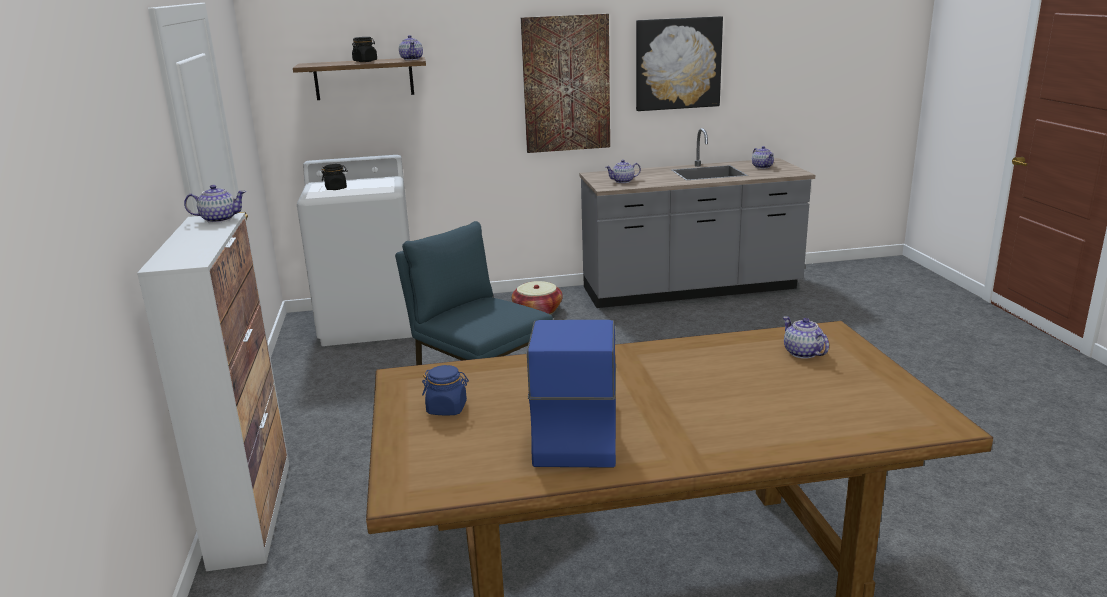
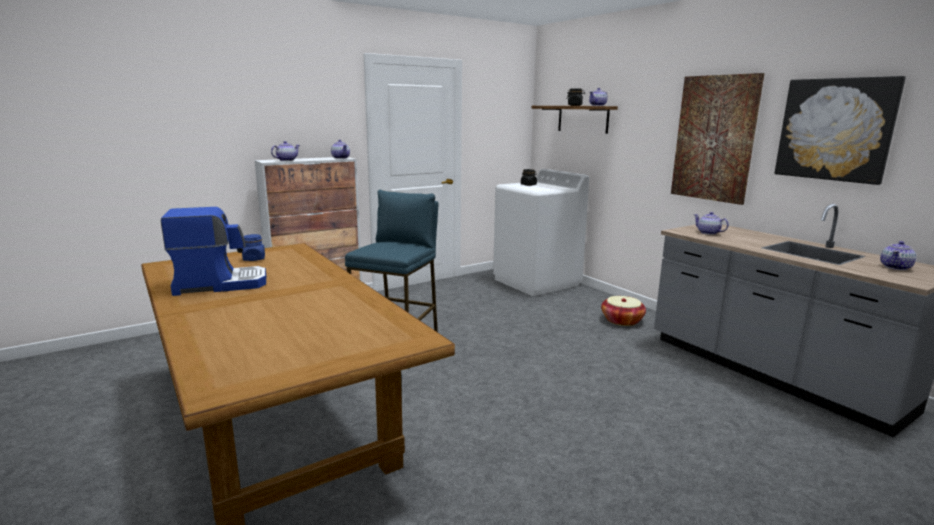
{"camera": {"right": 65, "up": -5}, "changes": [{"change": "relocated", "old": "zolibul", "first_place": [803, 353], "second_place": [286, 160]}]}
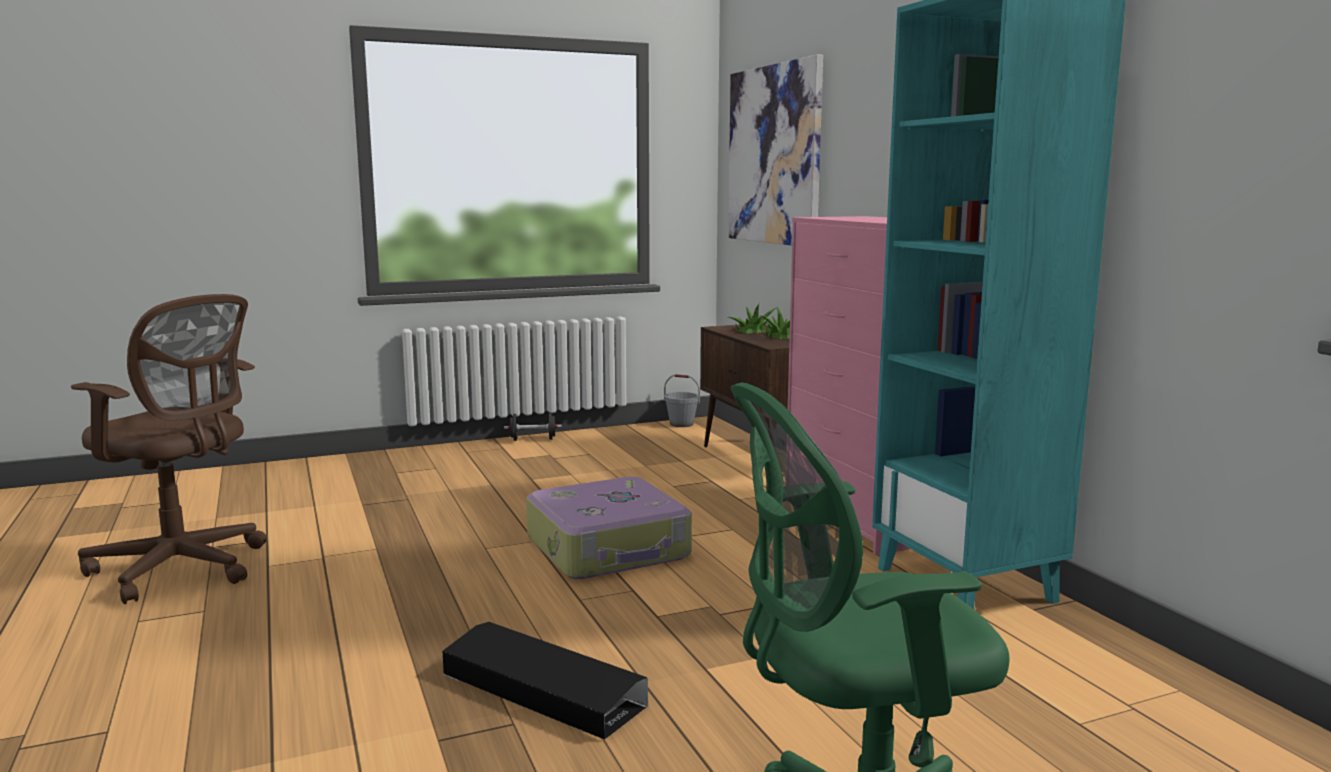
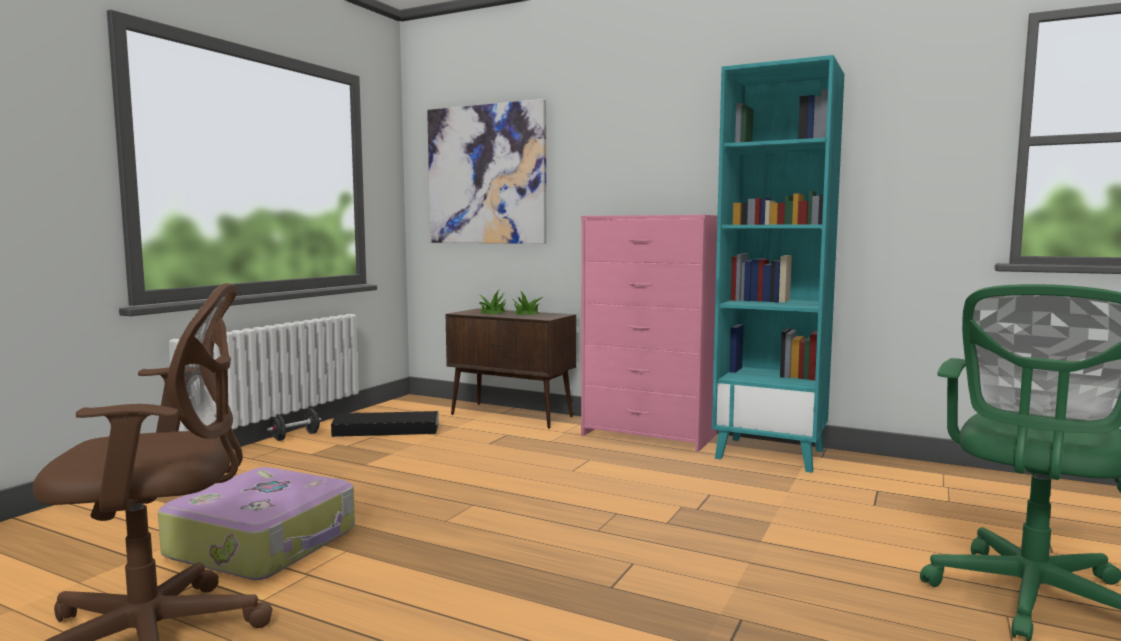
{"camera": {"right": -40, "up": -5}, "changes": [{"change": "relocated", "old": "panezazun", "first_place": [609, 548], "second_place": [265, 542]}, {"change": "relocated", "old": "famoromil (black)", "first_place": [542, 690], "second_place": [386, 431]}, {"change": "missing", "old": "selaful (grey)", "first_place": [681, 424]}]}
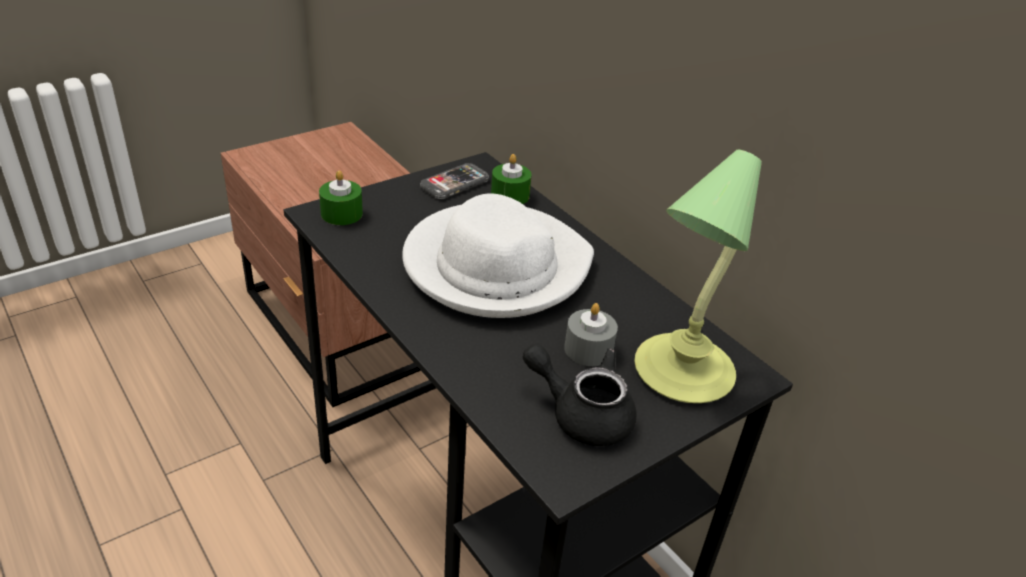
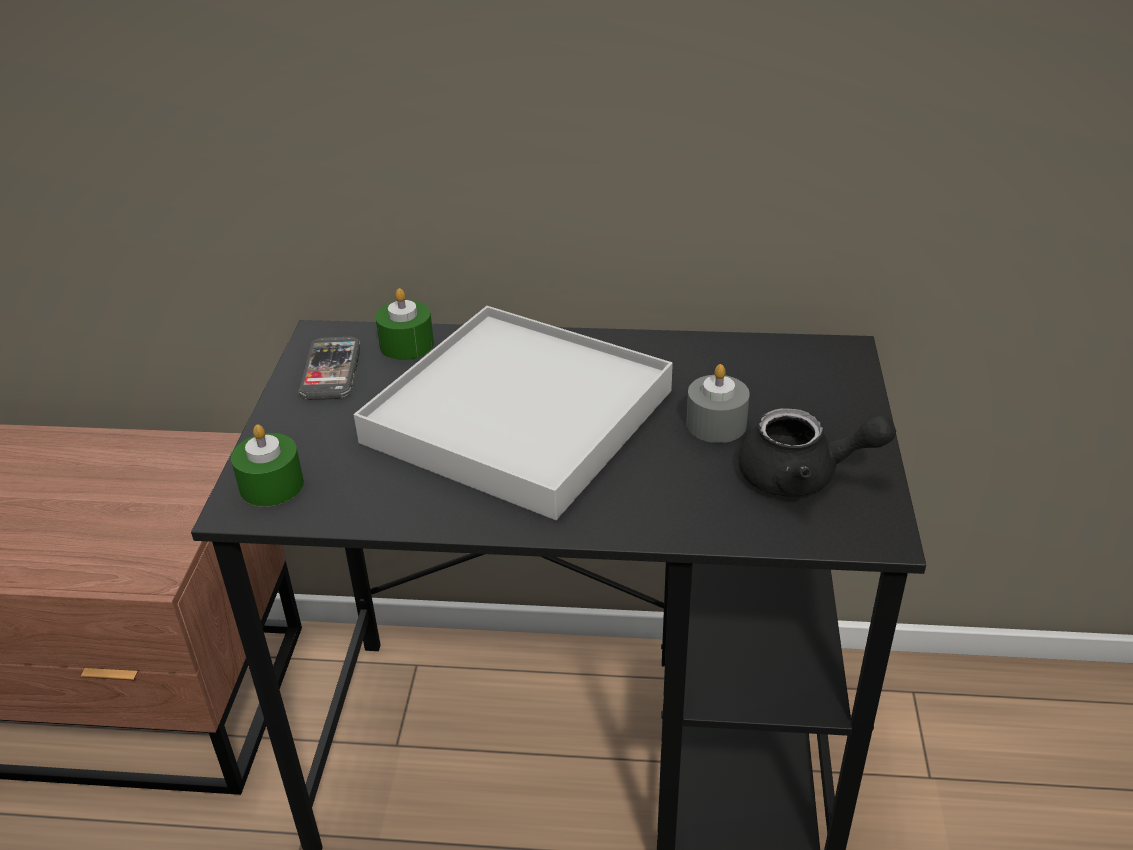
{"camera": {"right": -45, "up": 0}, "changes": [{"change": "exchanged", "old": "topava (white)", "new": "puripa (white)", "first_place": [495, 266], "second_place": [517, 417]}, {"change": "spun", "old": "zolibul (black)", "first_place": [582, 413], "second_place": [802, 476], "degrees": -150}, {"change": "missing", "old": "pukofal", "first_place": [680, 372]}]}
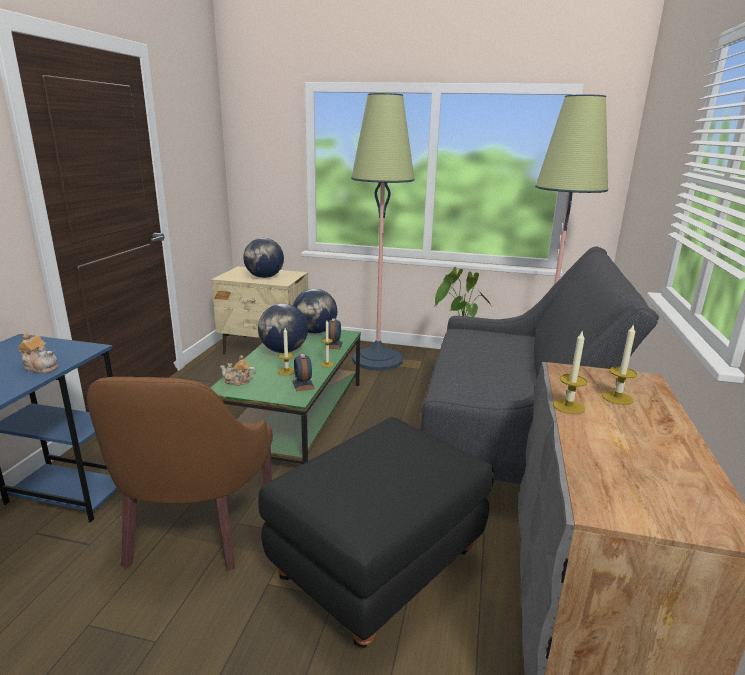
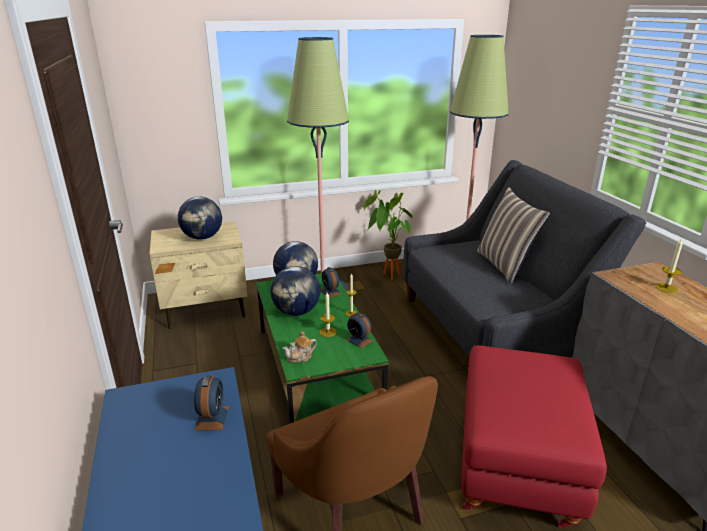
{"camera": {"right": -30, "up": 5}, "changes": [{"change": "exchanged", "old": "zolibul", "new": "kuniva", "first_place": [41, 367], "second_place": [212, 418]}, {"change": "colour", "old": "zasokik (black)", "new": "zasokik (red)", "first_place": [378, 571], "second_place": [517, 469]}, {"change": "appeared", "new": "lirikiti", "second_place": [505, 266]}, {"change": "missing", "old": "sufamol", "first_place": [568, 406]}]}
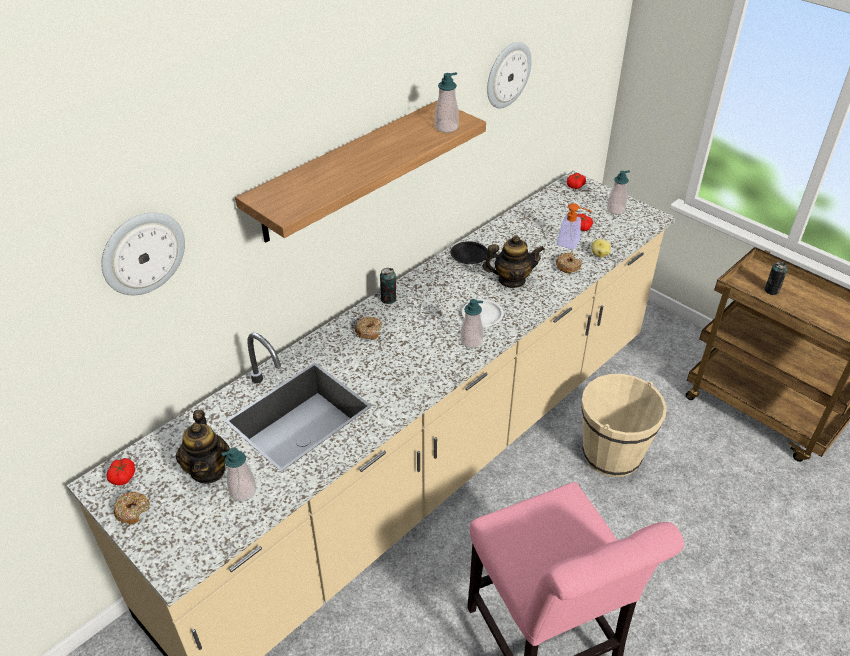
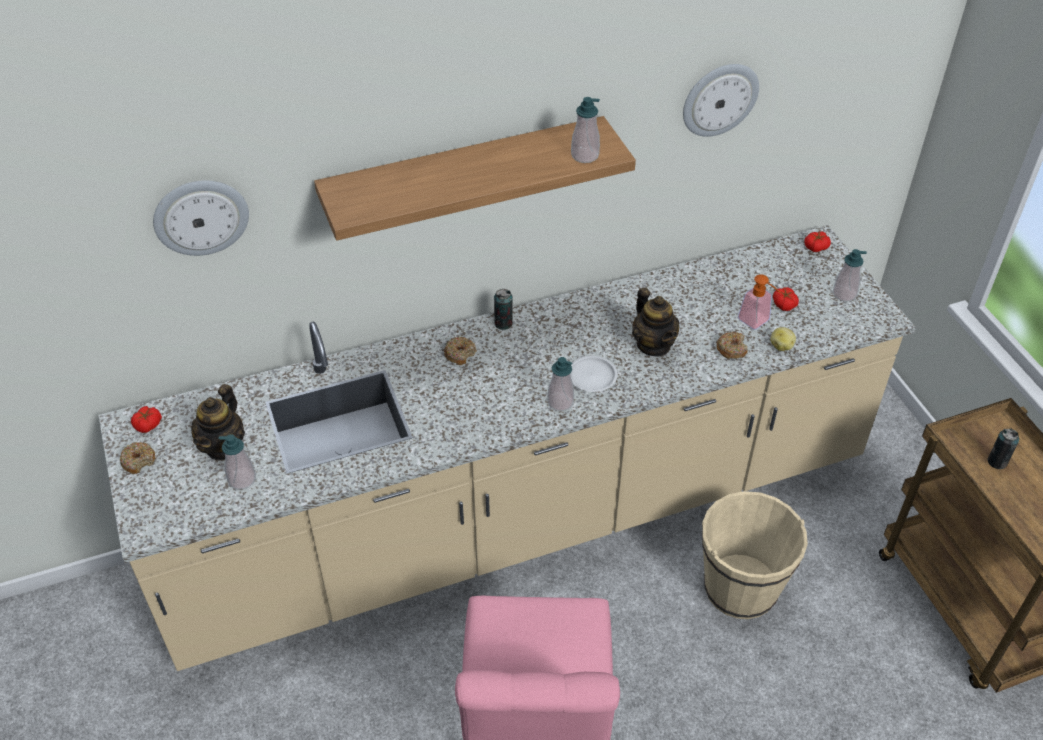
{"camera": {"right": 25, "up": 5}, "changes": [{"change": "spun", "old": "zolibul", "first_place": [511, 280], "second_place": [653, 345], "degrees": 45}, {"change": "missing", "old": "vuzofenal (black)", "first_place": [468, 255]}]}
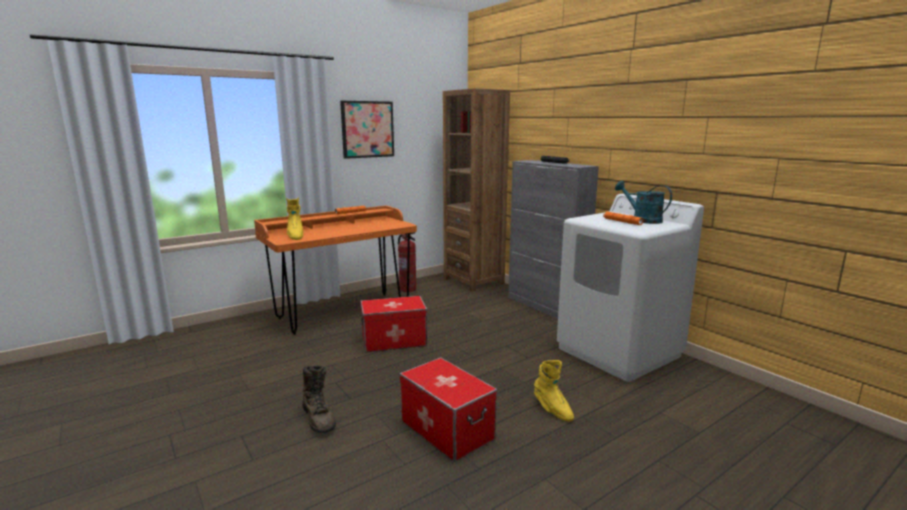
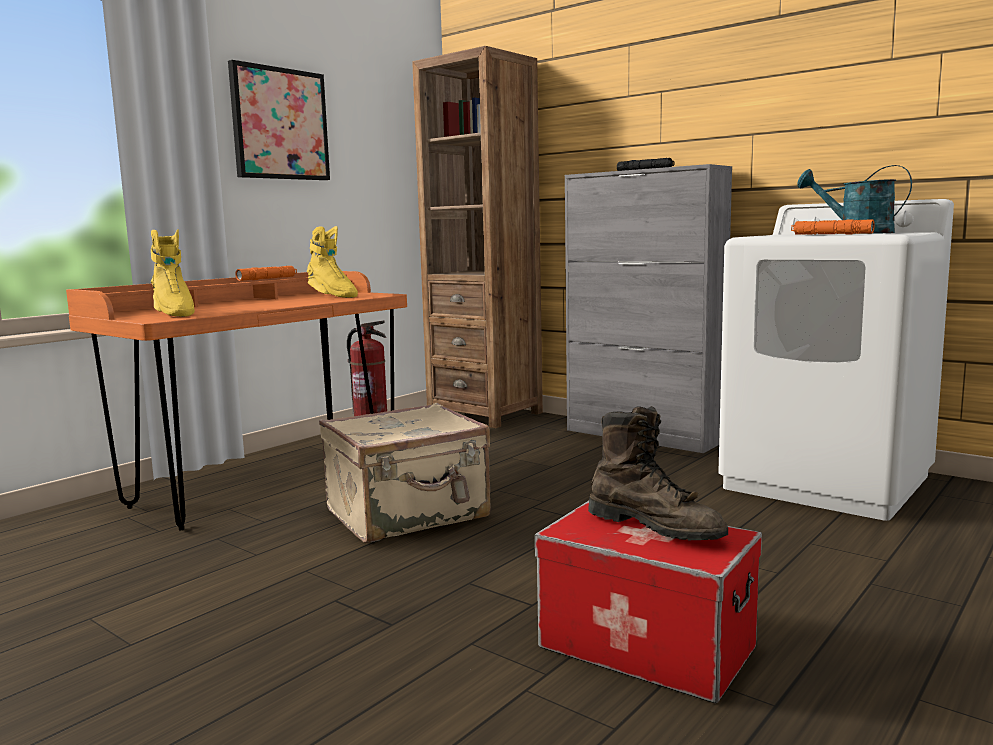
{"camera": {"right": -15, "up": -5}, "changes": [{"change": "relocated", "old": "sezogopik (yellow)", "first_place": [552, 409], "second_place": [332, 296]}, {"change": "exchanged", "old": "famoromil", "new": "panezazun (beige)", "first_place": [394, 341], "second_place": [408, 514]}, {"change": "relocated", "old": "sezogopik (brown)", "first_place": [319, 418], "second_place": [656, 527]}]}
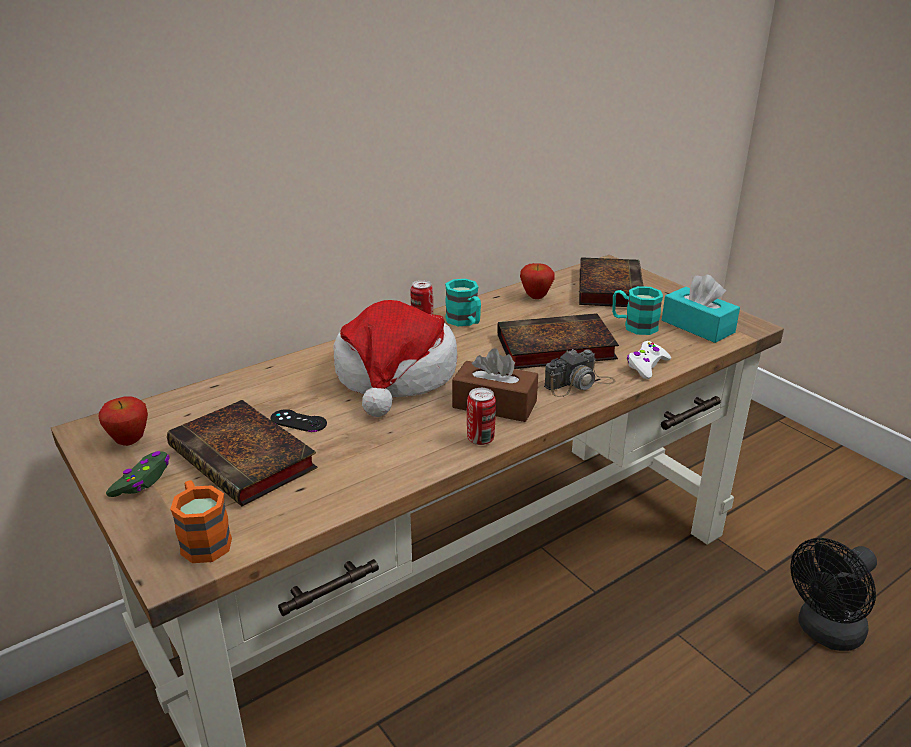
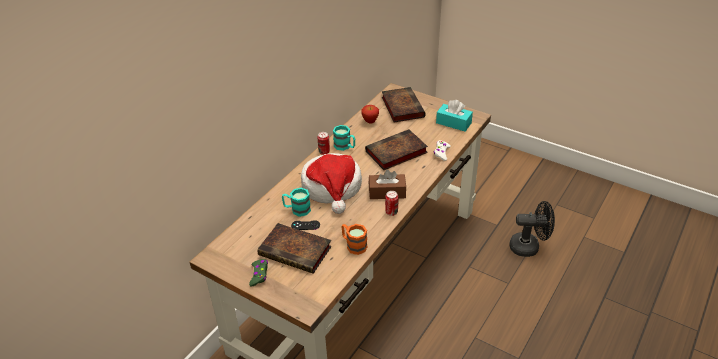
{"camera": {"right": -20, "up": 10}, "changes": [{"change": "relocated", "old": "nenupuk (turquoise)", "first_place": [634, 326], "second_place": [297, 209]}, {"change": "relocated", "old": "nenupuk (orange)", "first_place": [203, 539], "second_place": [353, 245]}, {"change": "spun", "old": "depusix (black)", "first_place": [824, 633], "second_place": [529, 247], "degrees": -120}, {"change": "missing", "old": "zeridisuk", "first_place": [130, 442]}, {"change": "missing", "old": "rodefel", "first_place": [579, 384]}]}
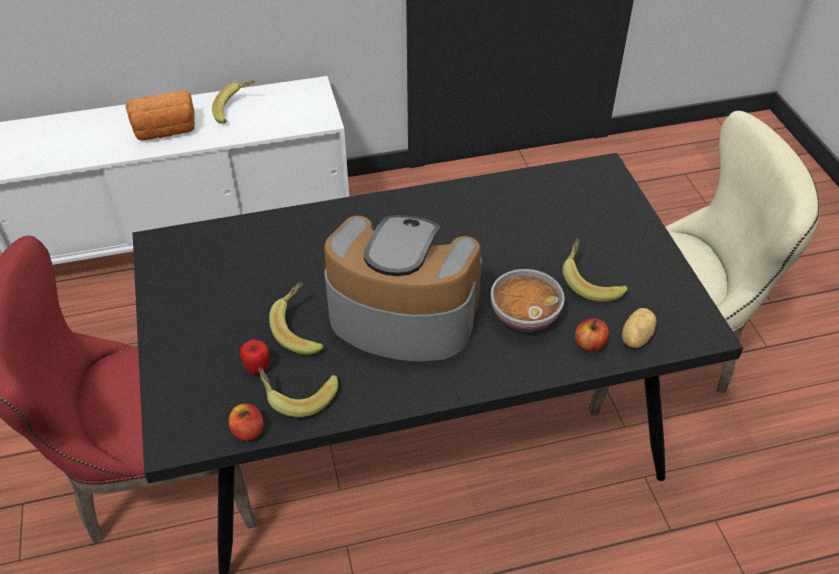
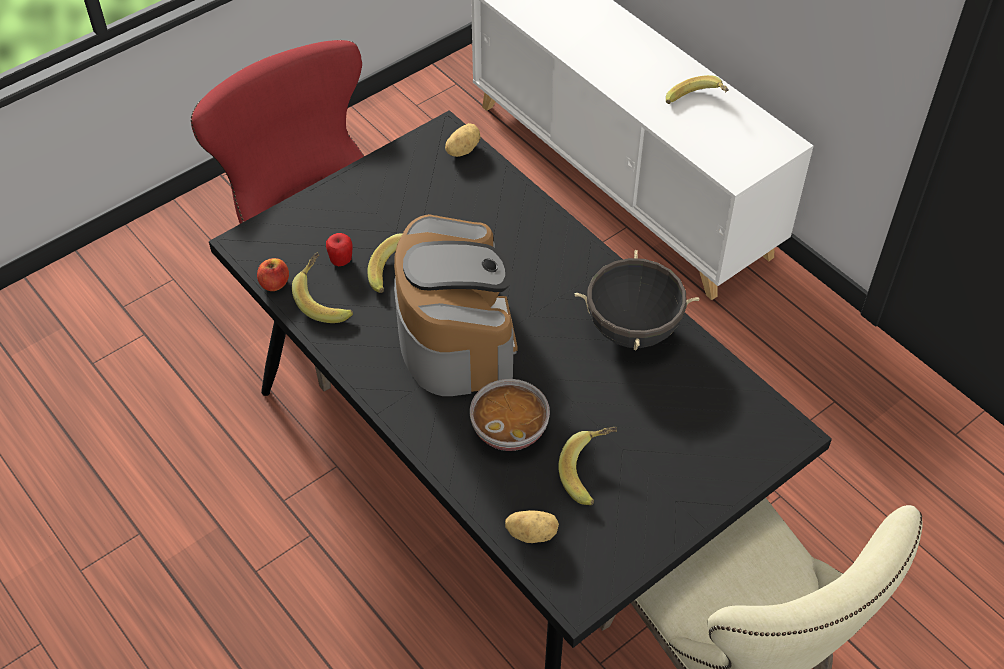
{"camera": {"right": 65, "up": 5}, "changes": [{"change": "appeared", "new": "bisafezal", "second_place": [462, 149]}, {"change": "appeared", "new": "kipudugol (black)", "second_place": [632, 329]}, {"change": "missing", "old": "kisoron", "first_place": [165, 131]}, {"change": "missing", "old": "zeridisuk", "first_place": [590, 344]}]}
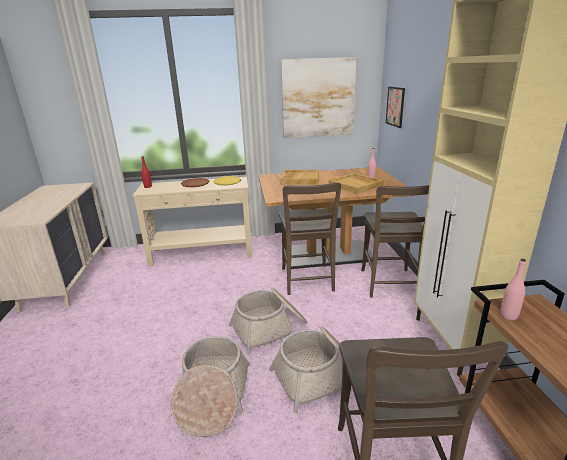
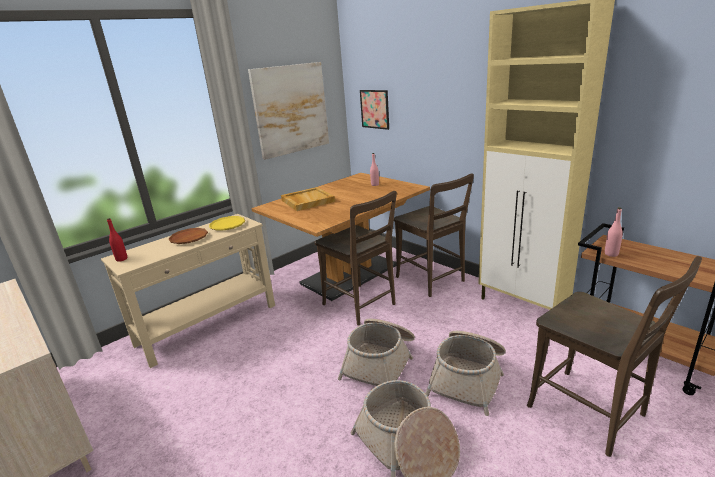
{"camera": {"right": -35, "up": 0}, "changes": [{"change": "missing", "old": "puripa (beige)", "first_place": [356, 185]}]}
